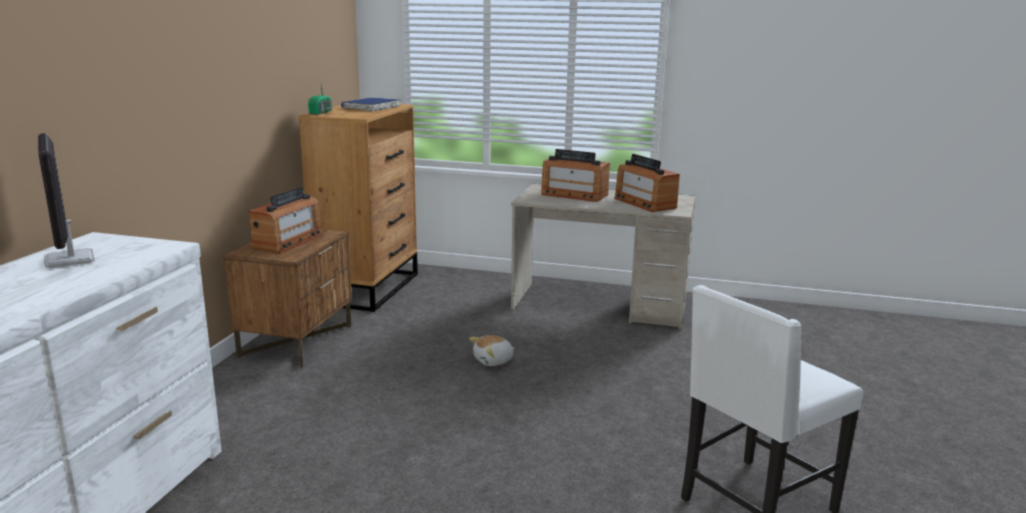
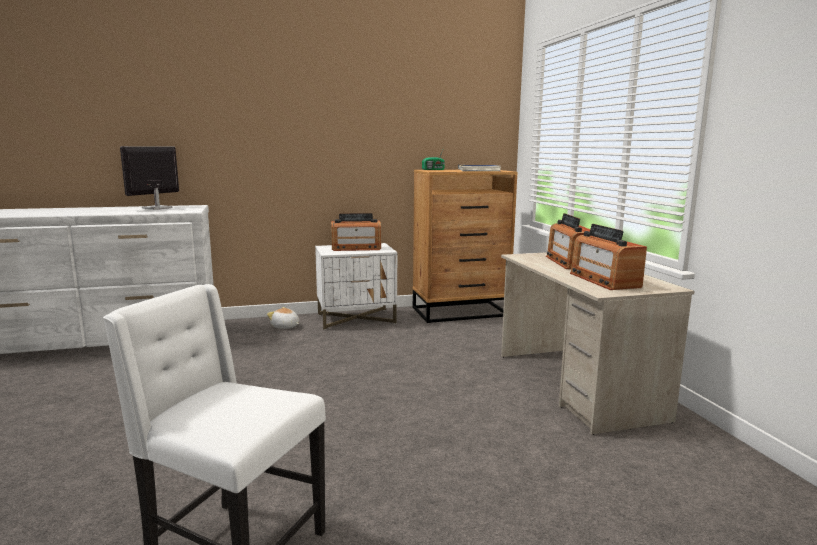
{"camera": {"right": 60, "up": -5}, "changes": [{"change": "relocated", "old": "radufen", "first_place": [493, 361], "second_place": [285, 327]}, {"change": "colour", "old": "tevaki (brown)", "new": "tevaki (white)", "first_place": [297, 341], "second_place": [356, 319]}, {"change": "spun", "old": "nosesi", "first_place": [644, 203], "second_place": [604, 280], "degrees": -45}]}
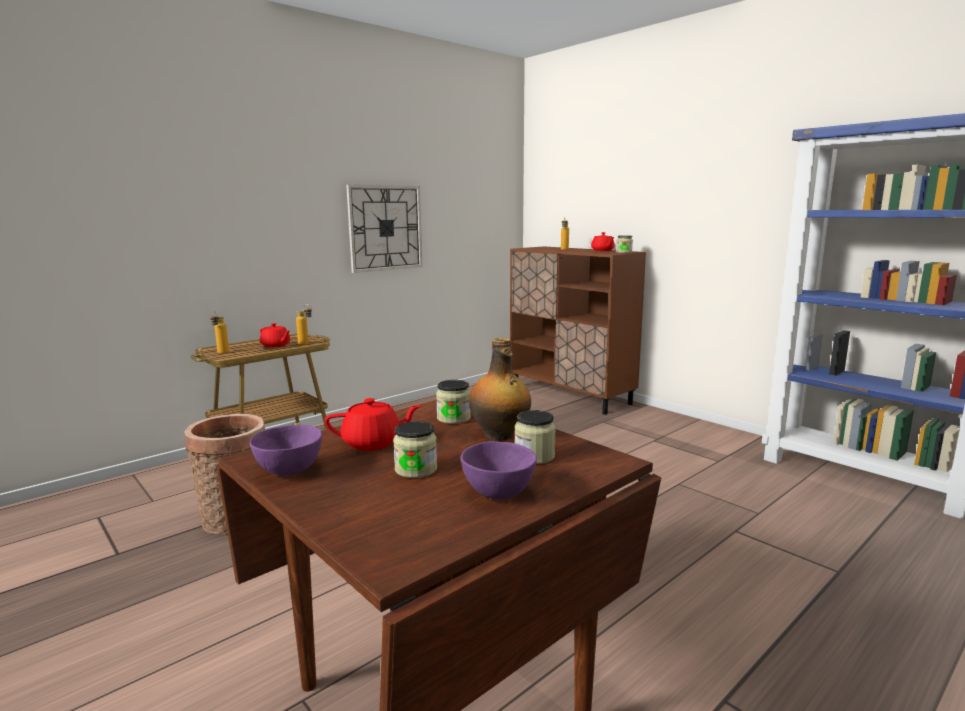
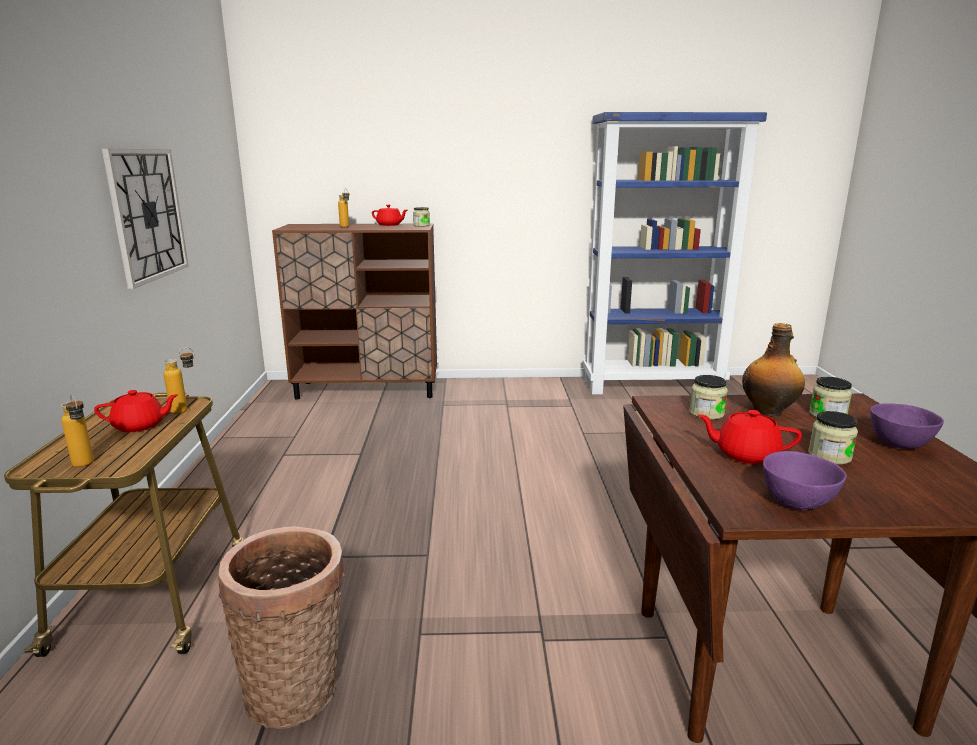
{"camera": {"right": -50, "up": 5}, "changes": [{"change": "spun", "old": "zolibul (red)", "first_place": [373, 443], "second_place": [745, 455], "degrees": -105}]}
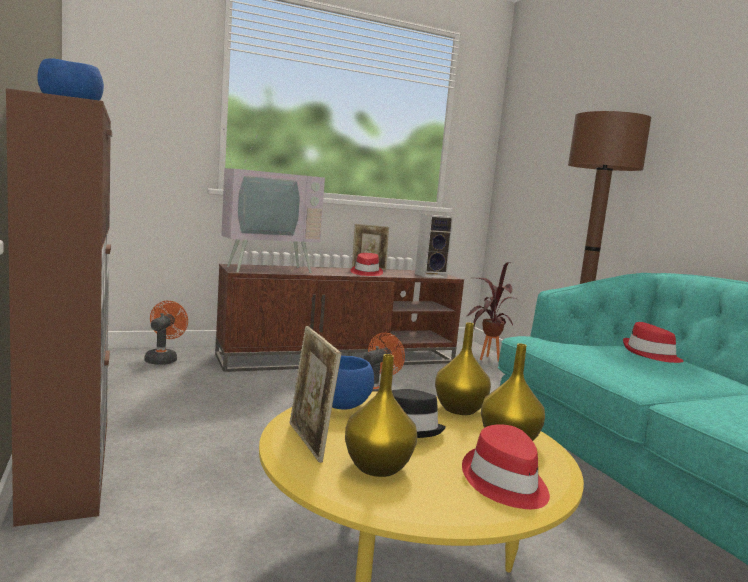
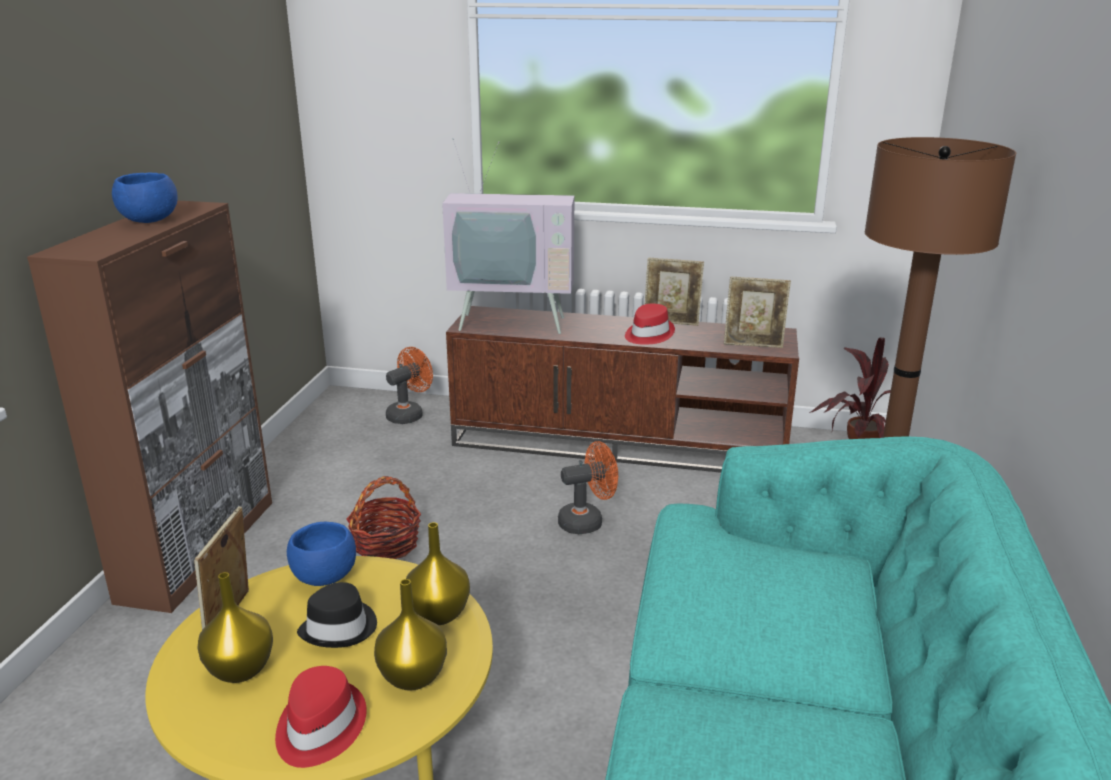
{"camera": {"right": 35, "up": 15}, "changes": [{"change": "appeared", "new": "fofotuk", "second_place": [386, 544]}, {"change": "exchanged", "old": "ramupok", "new": "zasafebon", "first_place": [431, 275], "second_place": [753, 345]}, {"change": "missing", "old": "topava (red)", "first_place": [650, 354]}]}
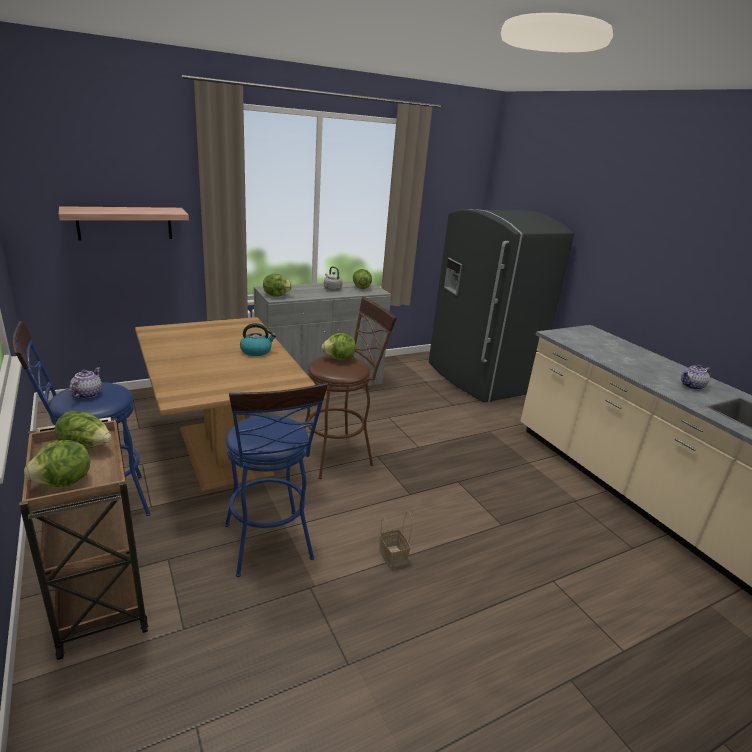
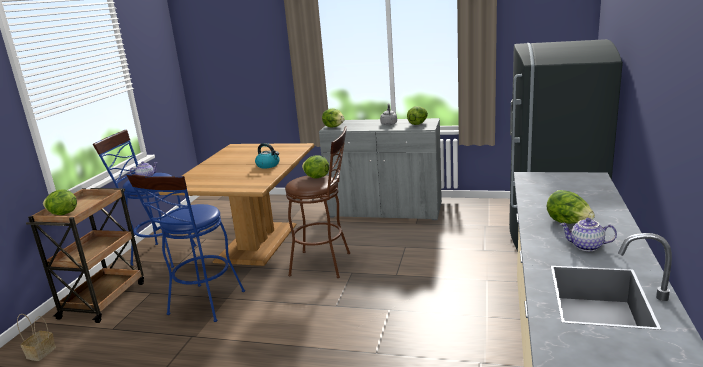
{"camera": {"right": 45, "up": -5}, "changes": [{"change": "relocated", "old": "fofotuk", "first_place": [391, 555], "second_place": [41, 352]}, {"change": "relocated", "old": "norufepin", "first_place": [86, 447], "second_place": [568, 223]}, {"change": "missing", "old": "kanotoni", "first_place": [125, 223]}]}
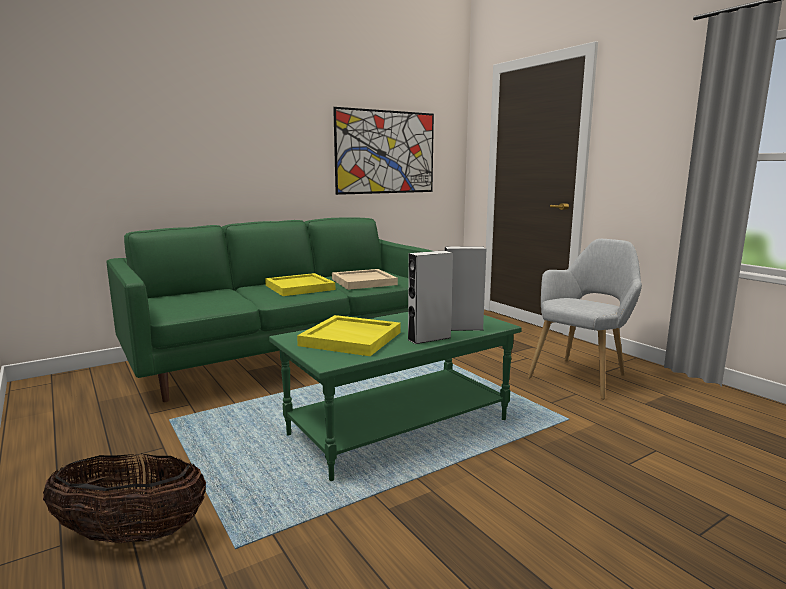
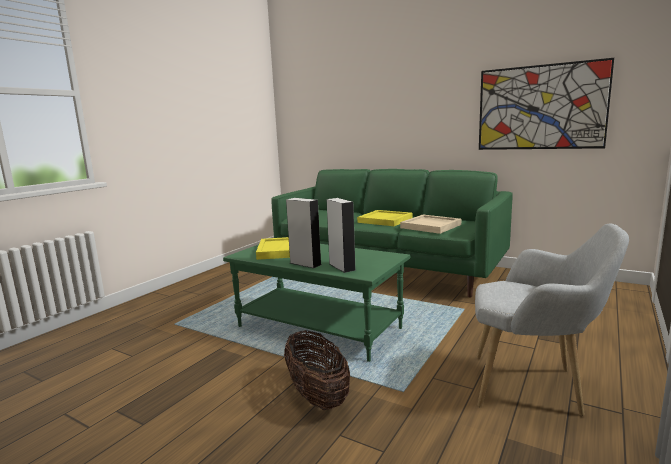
{"camera": {"right": 65, "up": 0}, "changes": [{"change": "relocated", "old": "fofotuk", "first_place": [132, 534], "second_place": [317, 395]}]}
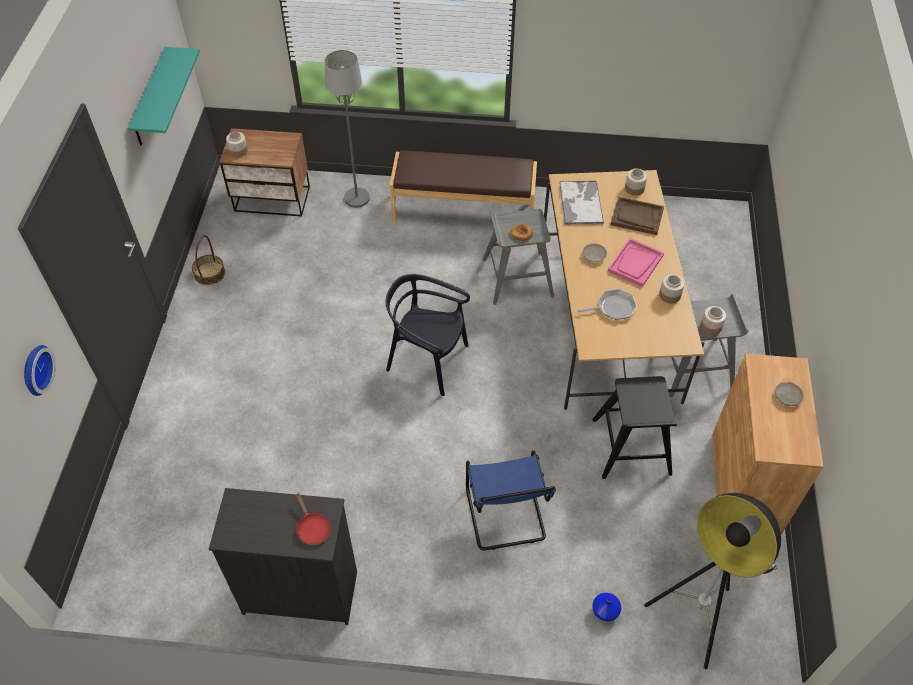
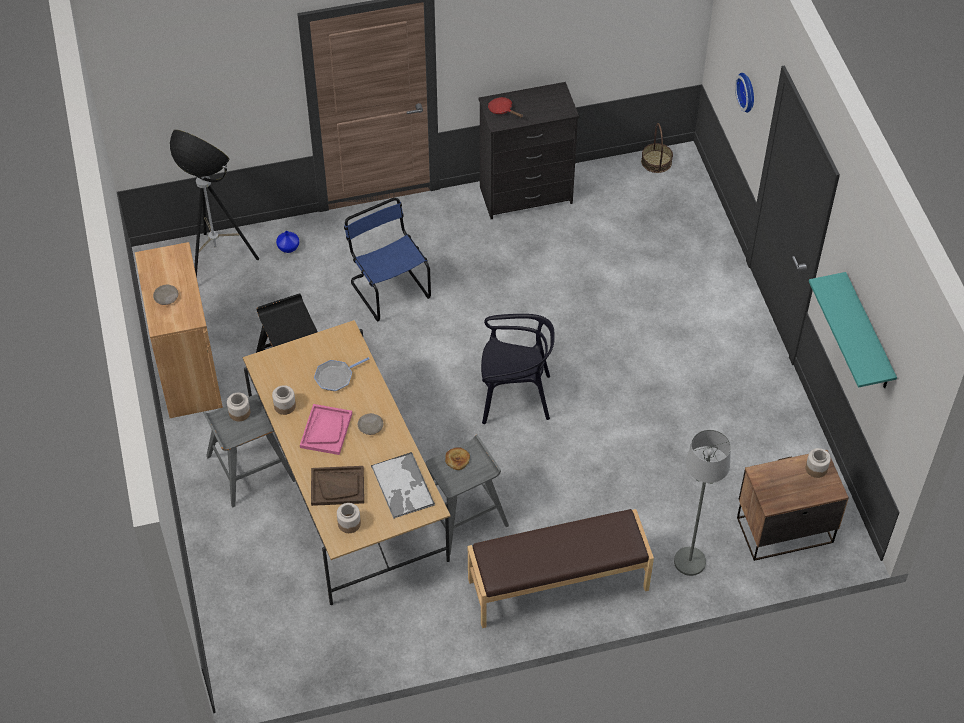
{"camera": {"right": 160, "up": 0}, "changes": [{"change": "relocated", "old": "fofotuk", "first_place": [209, 273], "second_place": [656, 161]}]}
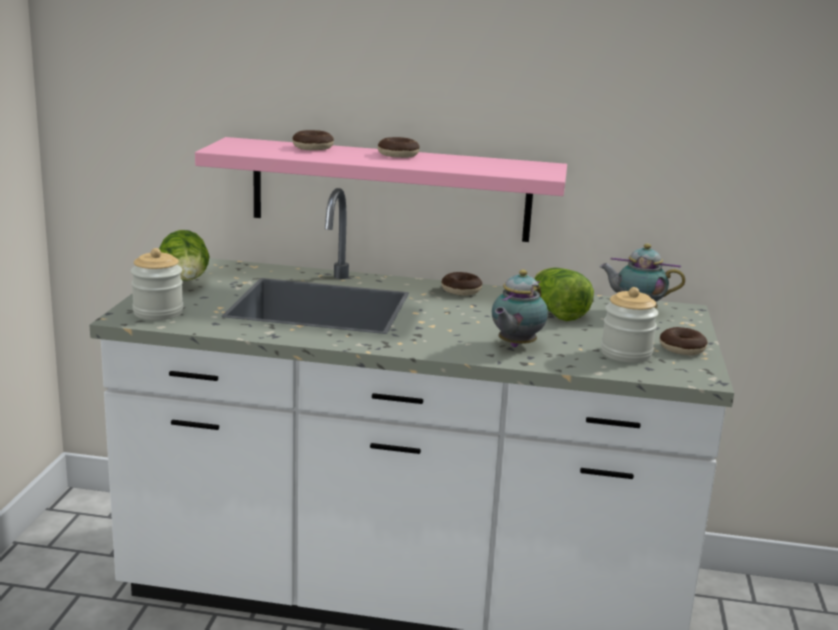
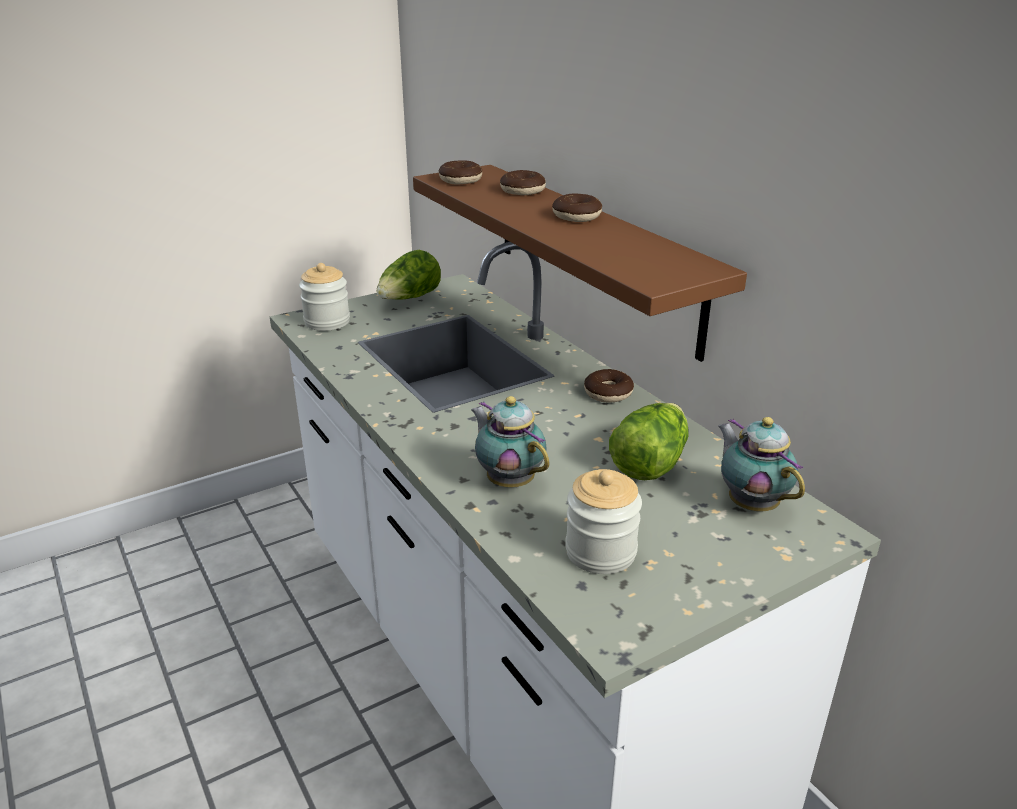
{"camera": {"right": 50, "up": 10}, "changes": [{"change": "colour", "old": "kanotoni (pink)", "new": "kanotoni (brown)", "first_place": [390, 189], "second_place": [593, 254]}, {"change": "relocated", "old": "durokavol", "first_place": [682, 349], "second_place": [460, 180]}, {"change": "spun", "old": "zolibul", "first_place": [515, 346], "second_place": [508, 481], "degrees": 60}]}
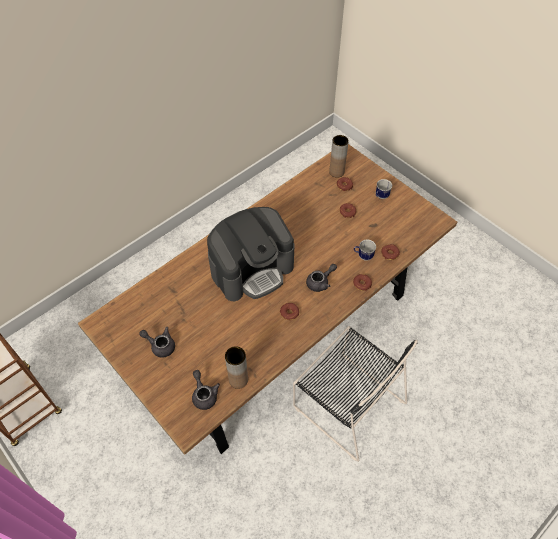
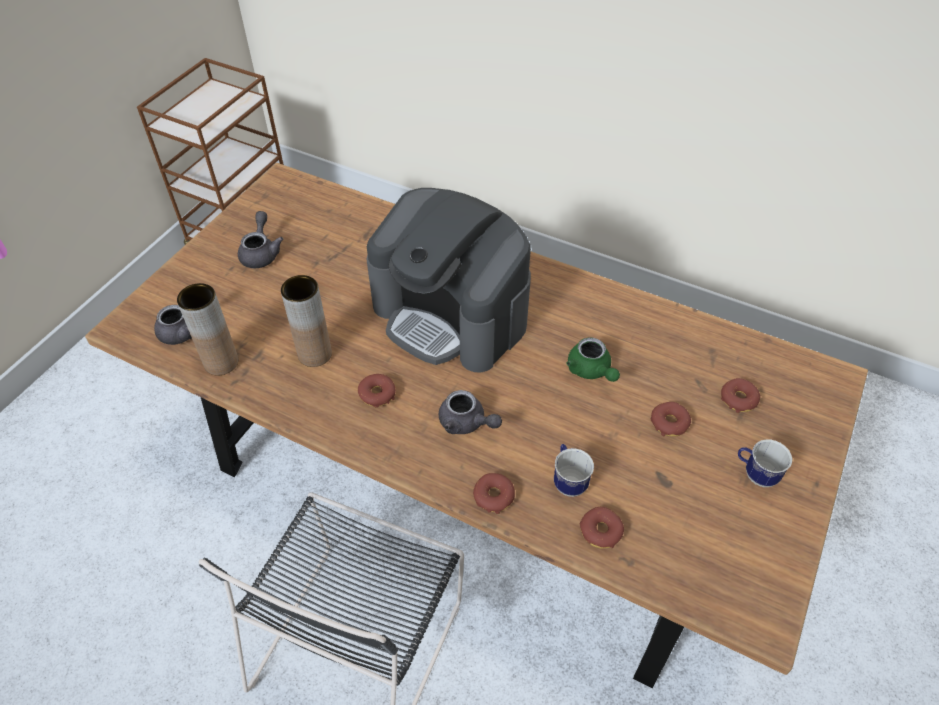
{"camera": {"right": 70, "up": -5}, "changes": [{"change": "relocated", "old": "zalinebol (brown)", "first_place": [336, 172], "second_place": [315, 354]}, {"change": "appeared", "new": "zolibul (green)", "second_place": [591, 371]}]}
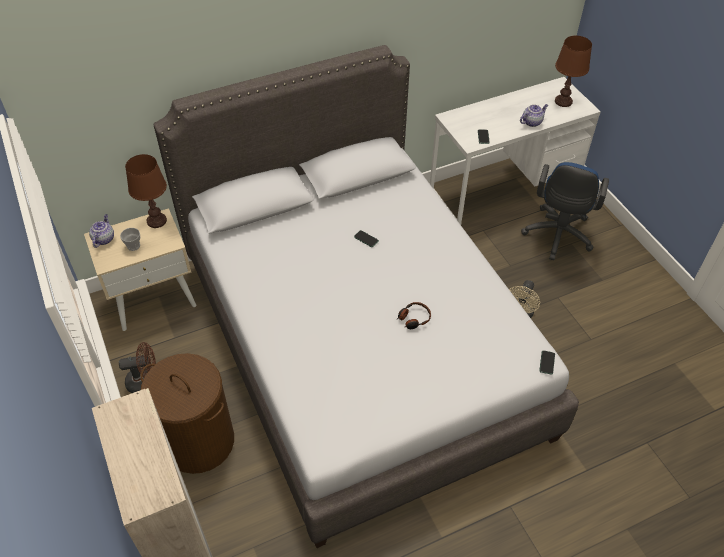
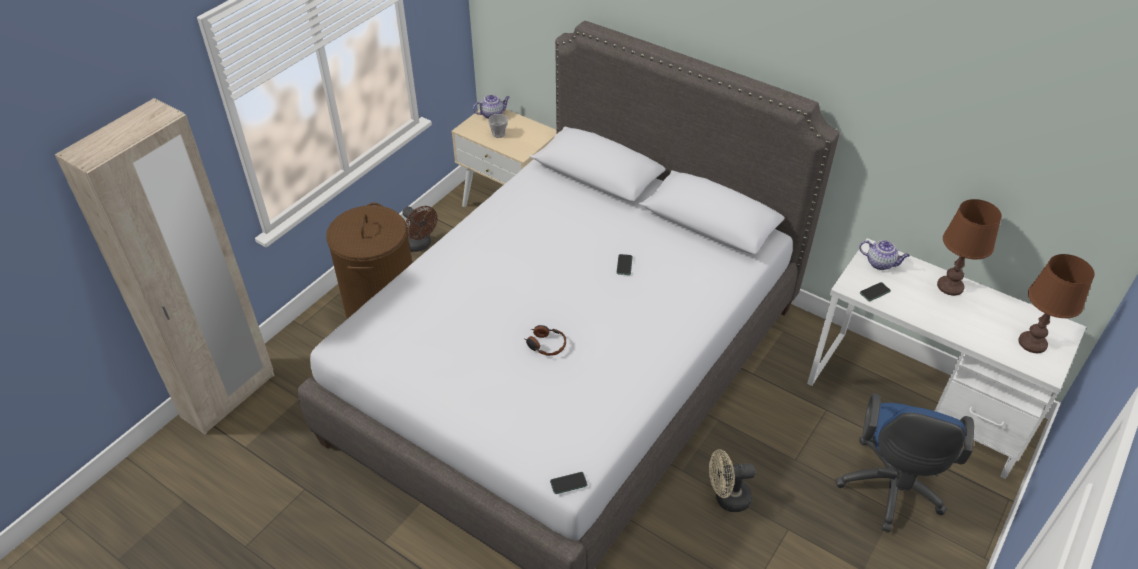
{"camera": {"right": 60, "up": -5}, "changes": [{"change": "spun", "old": "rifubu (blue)", "first_place": [557, 237], "second_place": [889, 490], "degrees": -60}, {"change": "relocated", "old": "zolibul", "first_place": [532, 122], "second_place": [880, 263]}, {"change": "relocated", "old": "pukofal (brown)", "first_place": [156, 221], "second_place": [949, 286]}]}
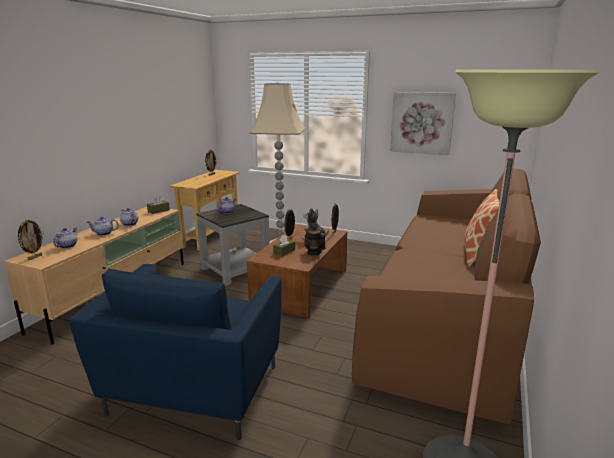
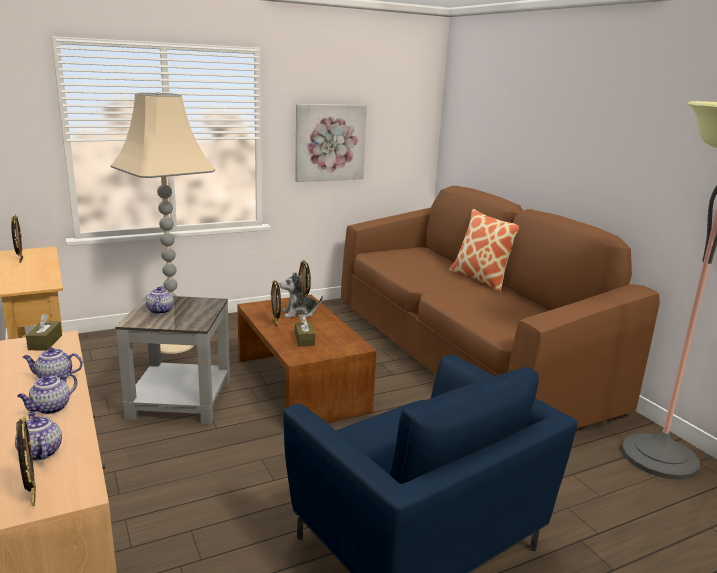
{"camera": {"right": -50, "up": 0}, "changes": [{"change": "missing", "old": "zolibul", "first_place": [314, 252]}]}
